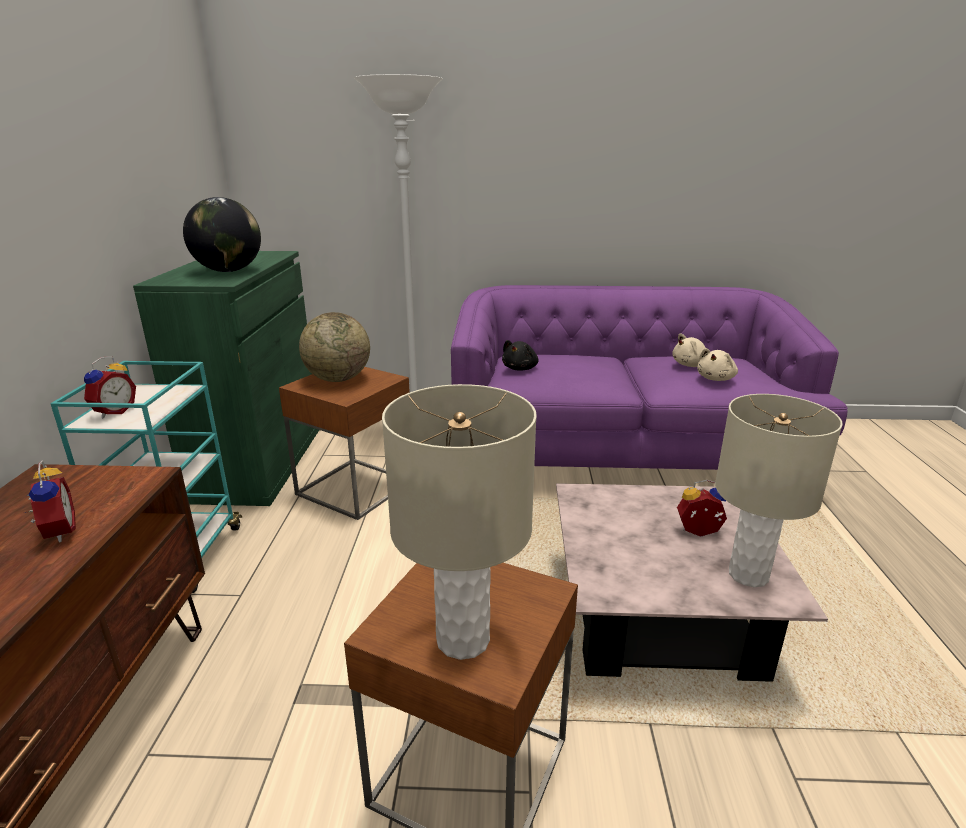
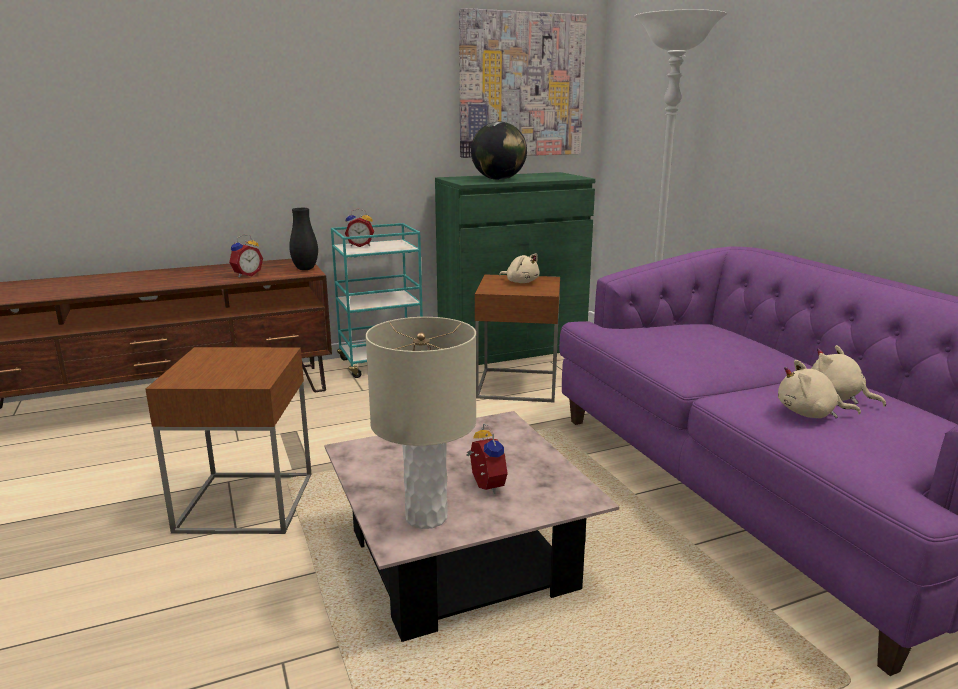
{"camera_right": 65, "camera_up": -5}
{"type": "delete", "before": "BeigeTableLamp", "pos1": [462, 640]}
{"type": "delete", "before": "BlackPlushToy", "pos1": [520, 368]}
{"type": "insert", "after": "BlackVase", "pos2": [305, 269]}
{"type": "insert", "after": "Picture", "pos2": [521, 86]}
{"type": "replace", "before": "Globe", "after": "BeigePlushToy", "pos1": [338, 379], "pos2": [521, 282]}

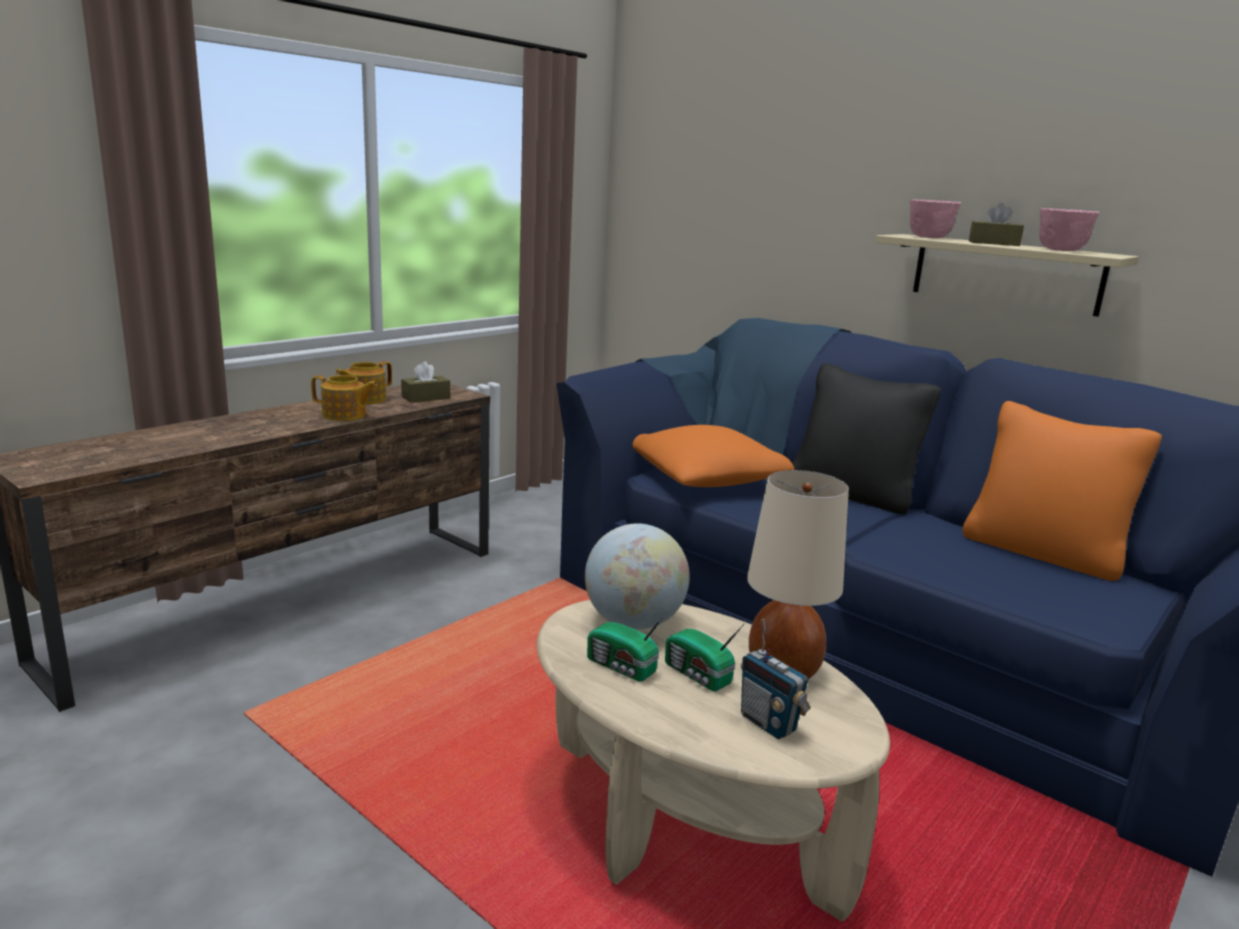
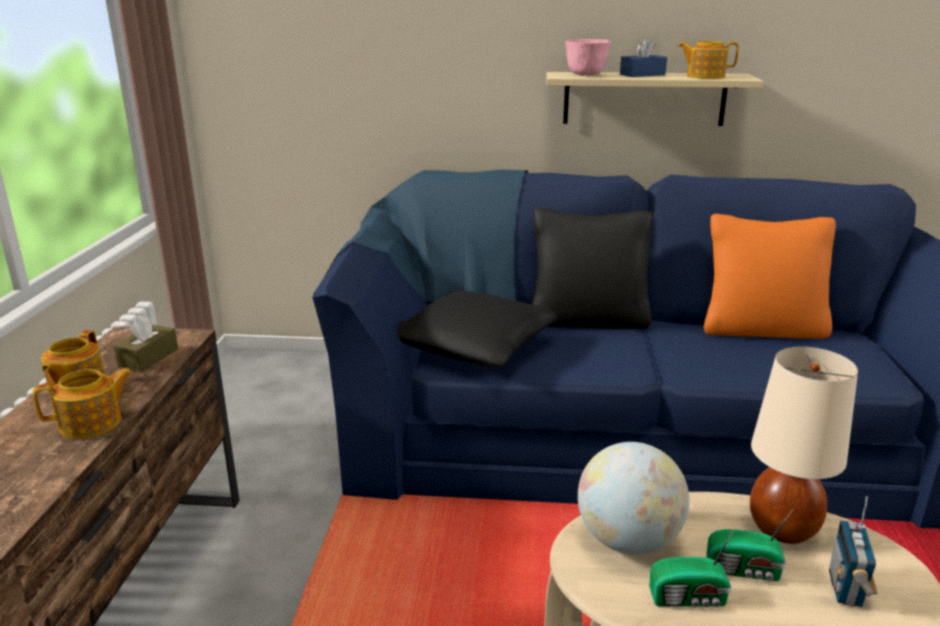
{"camera_right": -35, "camera_up": 5}
{"type": "replace", "before": "PinkBowl", "after": "Teapot", "pos1": [1062, 250], "pos2": [705, 76]}
{"type": "recolor", "before": "OrangePillow", "after": "BlackPillow", "pos1": [706, 478], "pos2": [474, 347]}
{"type": "recolor", "before": "BrownTissueBox", "after": "BlueTissueBox", "pos1": [993, 243], "pos2": [642, 75]}
{"type": "rotate", "before": "Radio", "pos1": [768, 723], "pos2": [846, 589], "turn": 90}

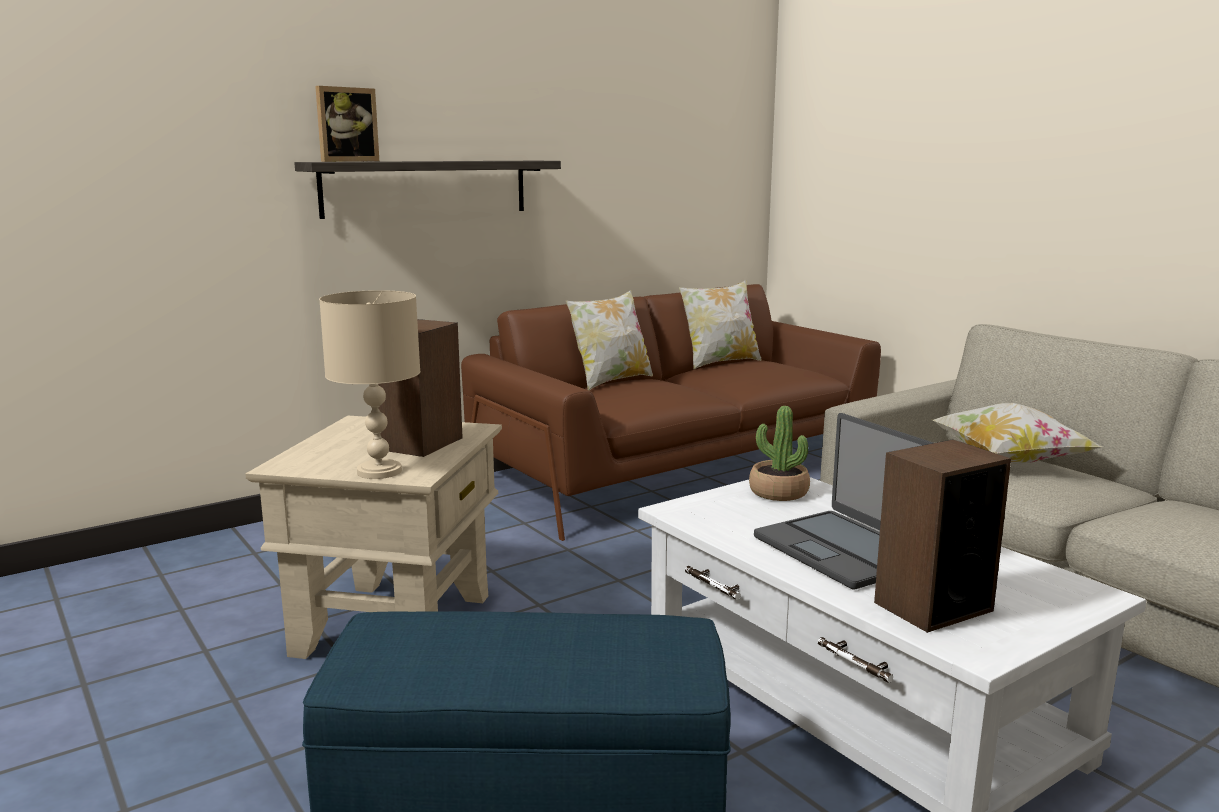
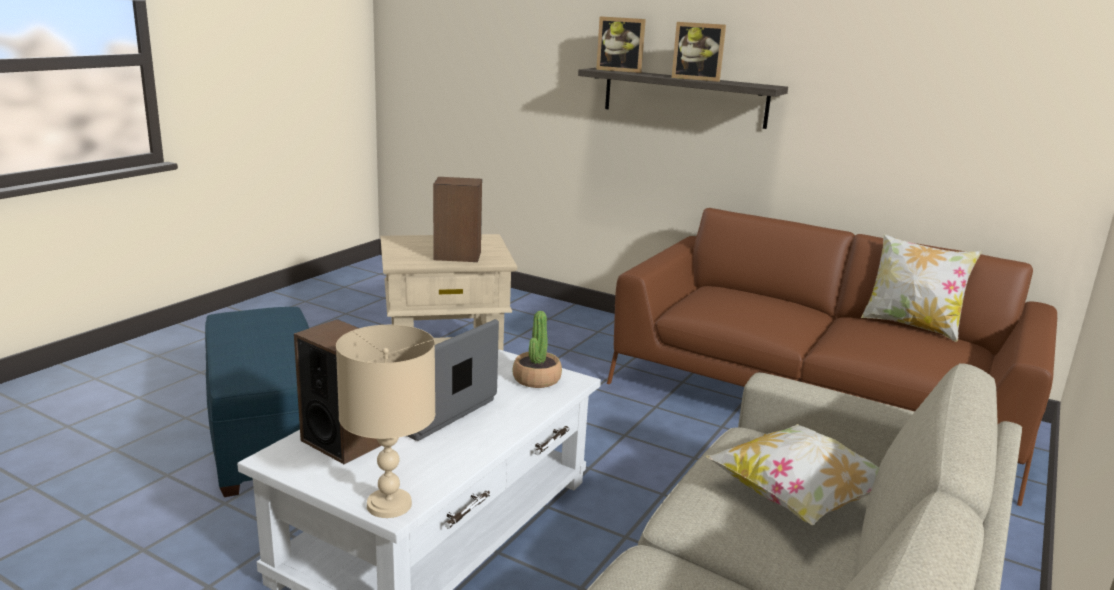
{"camera_right": 65, "camera_up": 5}
{"type": "delete", "before": "Pillow", "pos1": [610, 381]}
{"type": "insert", "after": "PictureFrame", "pos2": [696, 79]}
{"type": "move", "before": "BeigeTableLamp", "pos1": [379, 471], "pos2": [390, 504]}

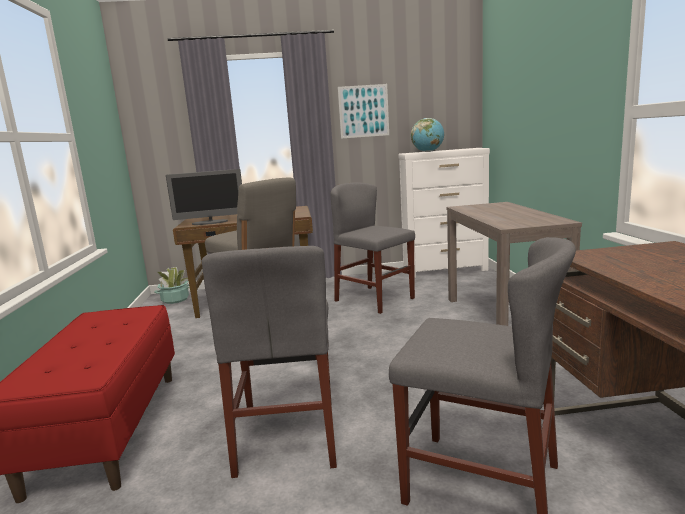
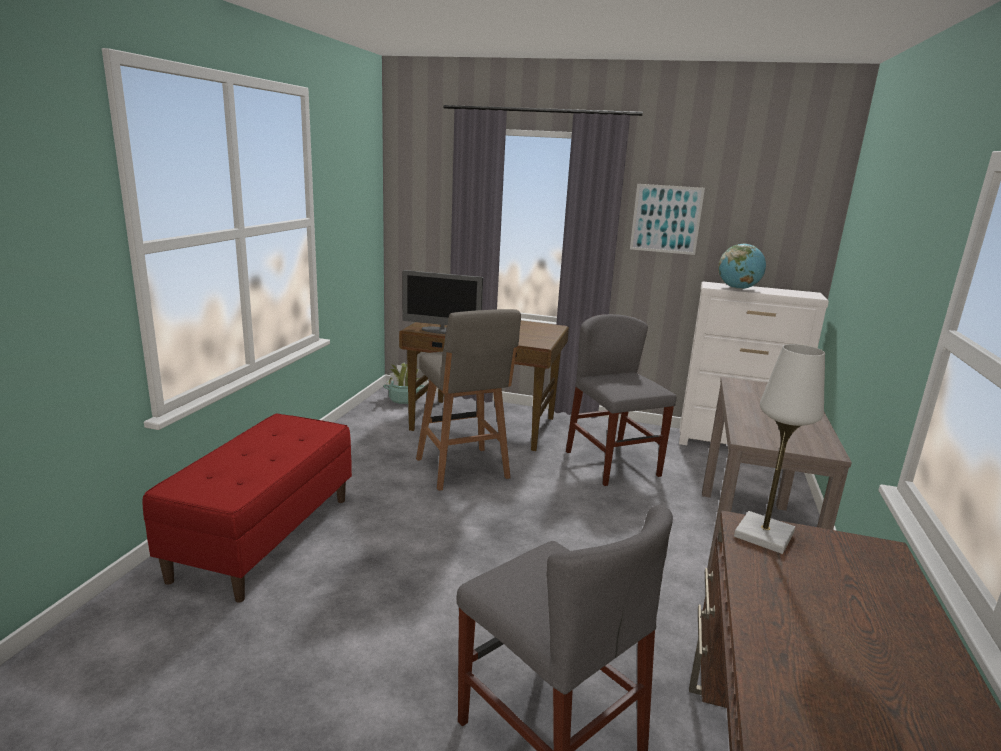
{"camera_right": 20, "camera_up": 5}
{"type": "delete", "before": "GreyChair", "pos1": [287, 436]}
{"type": "insert", "after": "WhiteTableLamp", "pos2": [764, 535]}

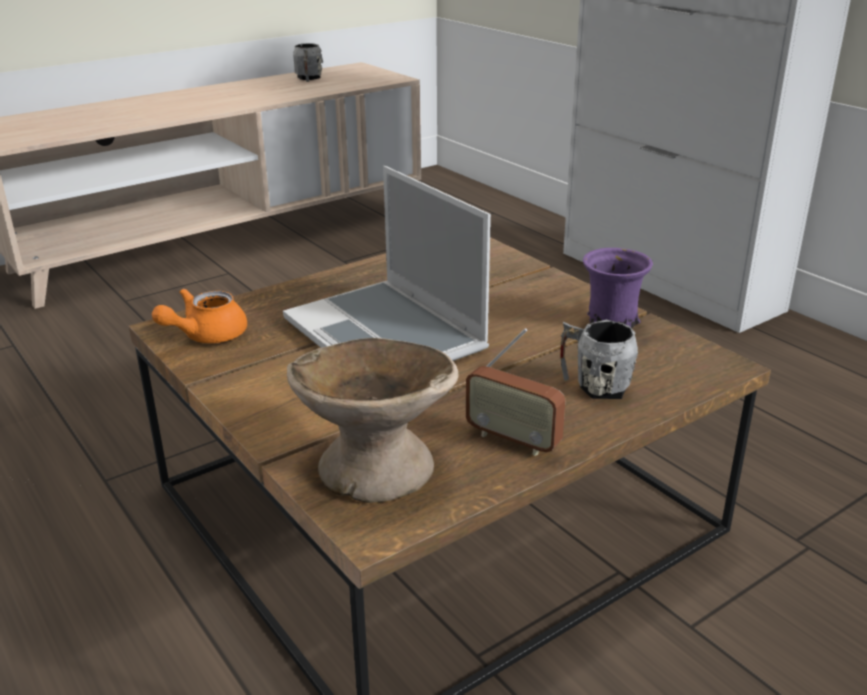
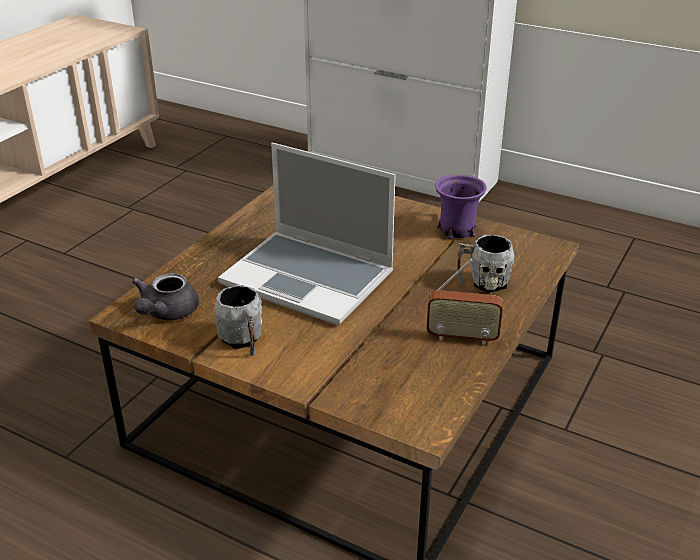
{"camera_right": -25, "camera_up": 5}
{"type": "delete", "before": "BeigeBowl", "pos1": [376, 468]}
{"type": "move", "before": "GreyMug", "pos1": [308, 78], "pos2": [243, 341]}
{"type": "recolor", "before": "OrangeTeapot", "after": "GreyTeapot", "pos1": [206, 336], "pos2": [166, 313]}

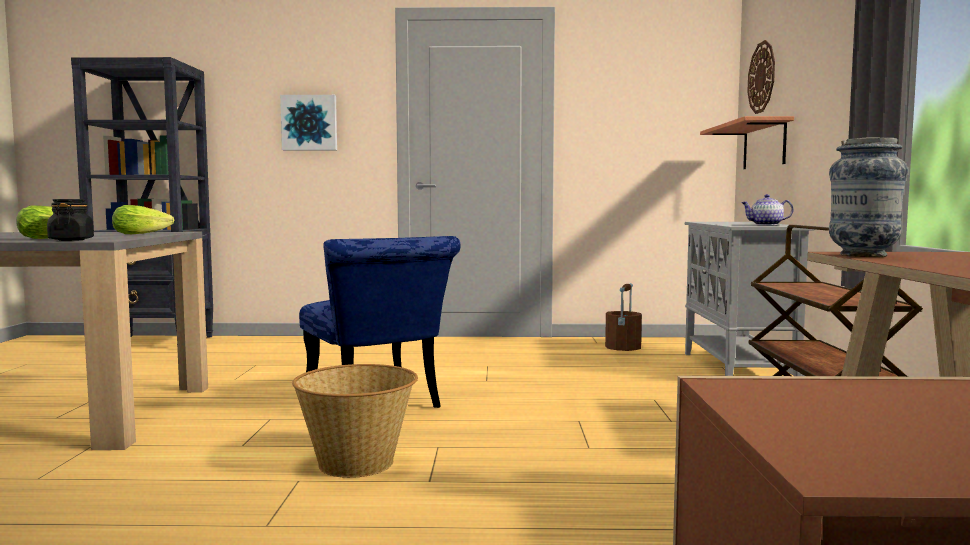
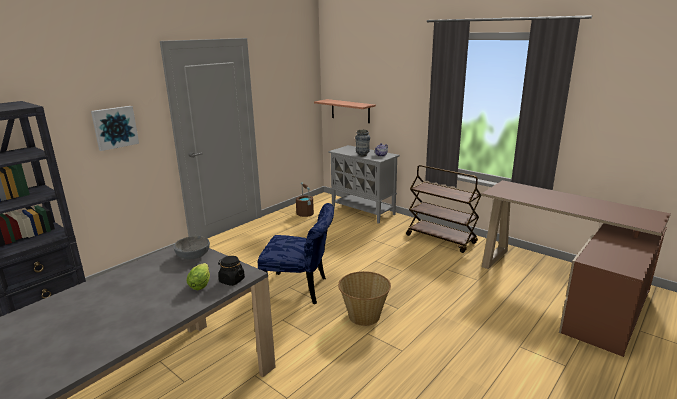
{"camera_right": -50, "camera_up": 15}
{"type": "delete", "before": "WallClock", "pos1": [762, 77]}
{"type": "move", "before": "Vase", "pos1": [862, 255], "pos2": [362, 155]}
{"type": "replace", "before": "Lettuce", "after": "GreyBowl", "pos1": [144, 234], "pos2": [192, 256]}

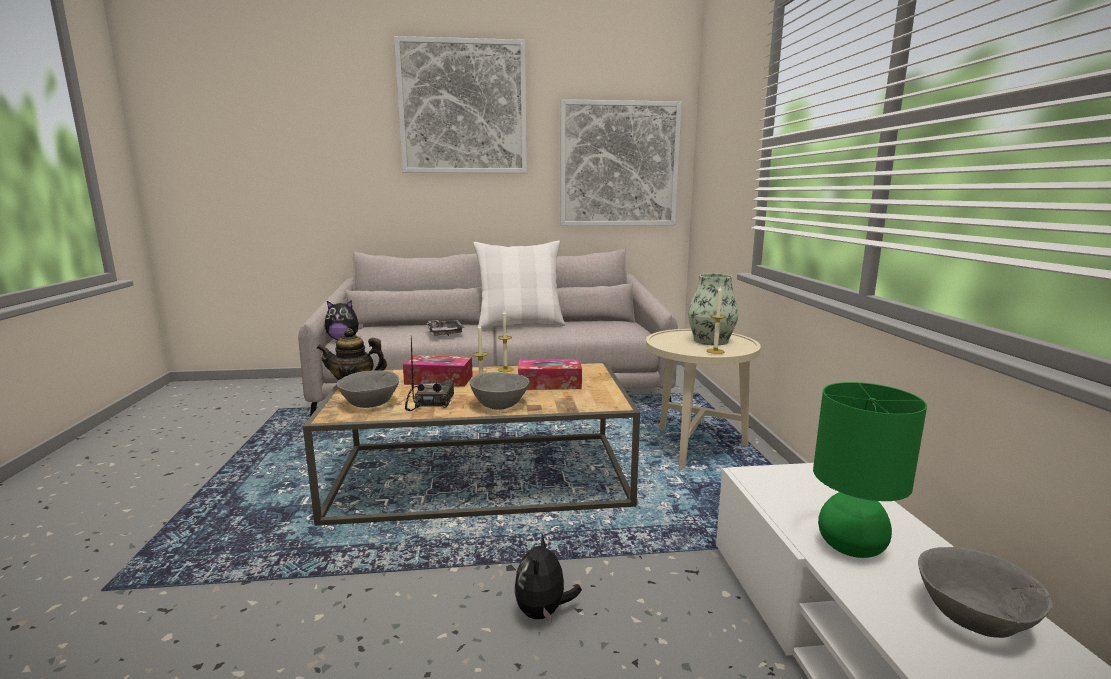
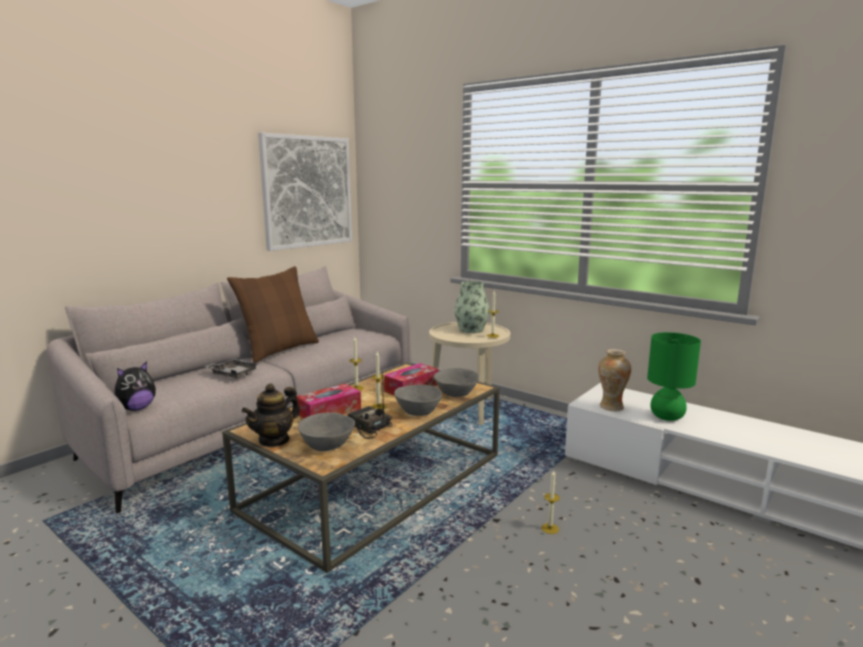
{"camera_right": -45, "camera_up": 0}
{"type": "delete", "before": "Picture", "pos1": [463, 108]}
{"type": "insert", "after": "Vase", "pos2": [611, 407]}
{"type": "move", "before": "GreyBowl", "pos1": [971, 617], "pos2": [455, 393]}
{"type": "replace", "before": "PlushToy", "after": "Candle", "pos1": [543, 612], "pos2": [550, 528]}
{"type": "recolor", "before": "WhitePillow", "after": "BrownPillow", "pos1": [520, 324], "pos2": [279, 350]}

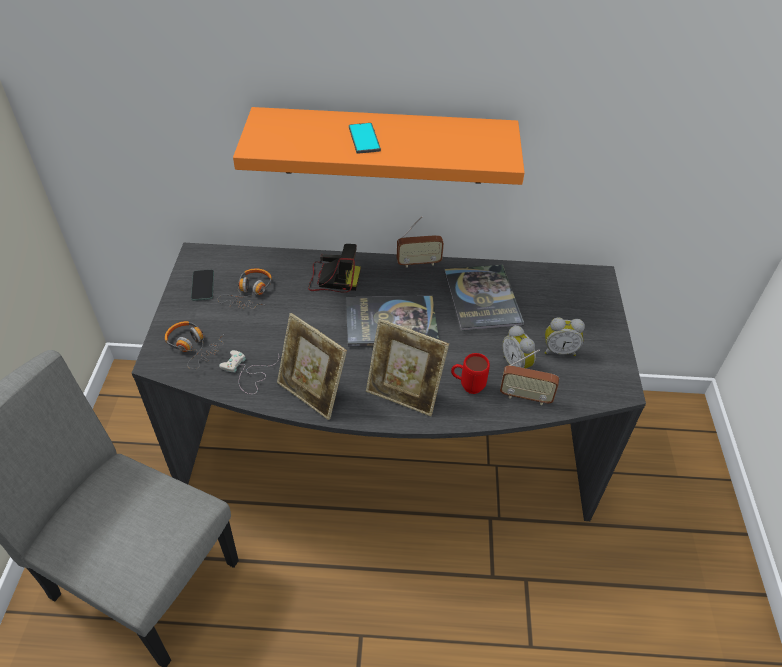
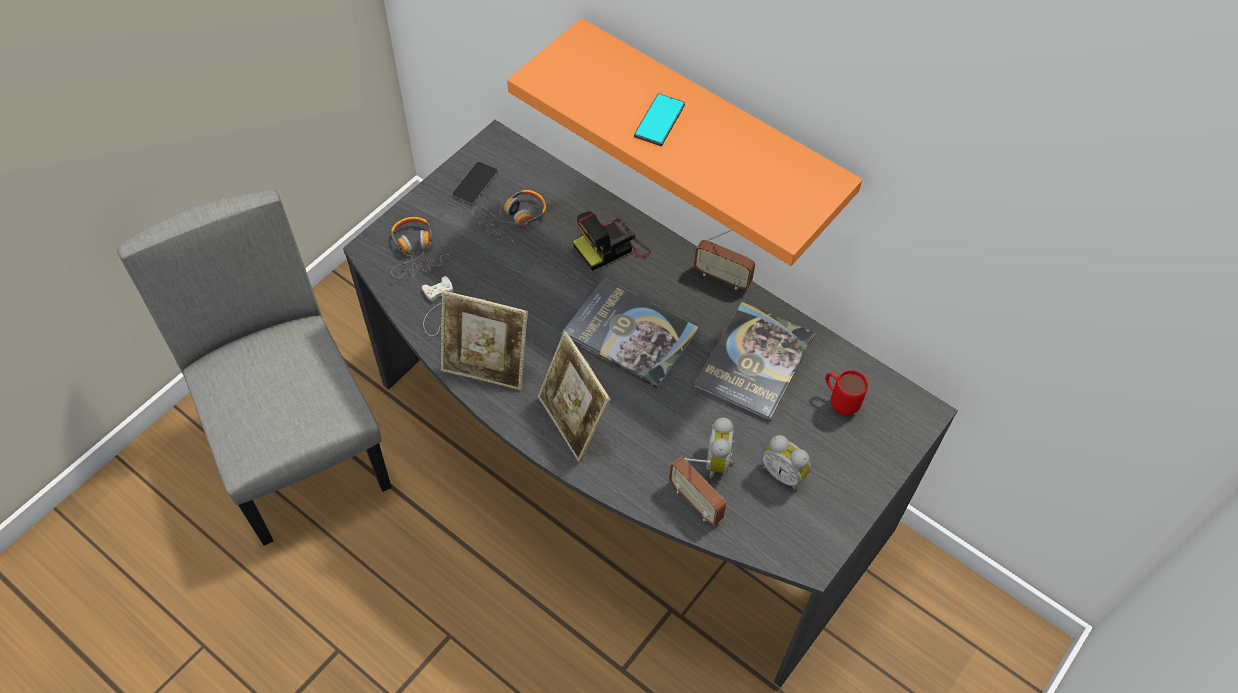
{"camera_right": 35, "camera_up": 10}
{"type": "move", "before": "RedMug", "pos1": [467, 386], "pos2": [839, 402]}
{"type": "rotate", "before": "PictureFrame", "pos1": [312, 393], "pos2": [486, 367], "turn": -60}
{"type": "rotate", "before": "PhotoCamera", "pos1": [332, 279], "pos2": [611, 247], "turn": 105}

